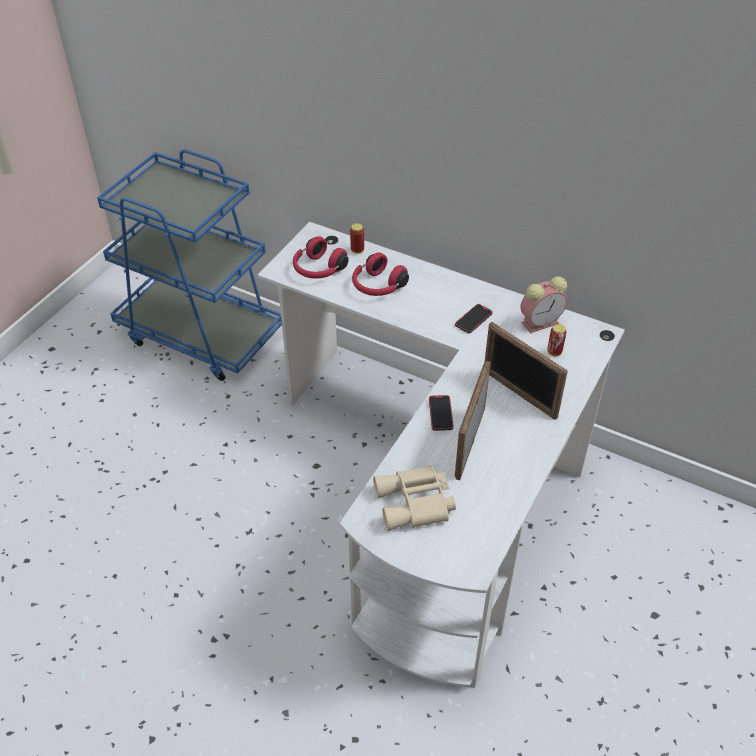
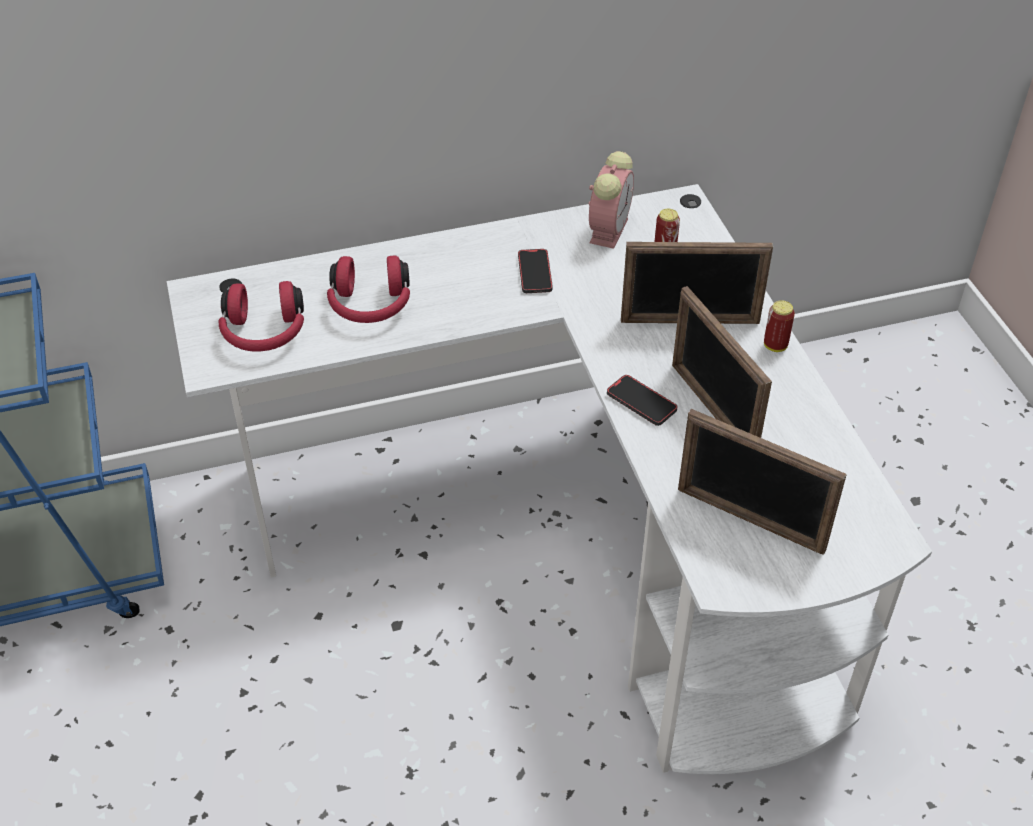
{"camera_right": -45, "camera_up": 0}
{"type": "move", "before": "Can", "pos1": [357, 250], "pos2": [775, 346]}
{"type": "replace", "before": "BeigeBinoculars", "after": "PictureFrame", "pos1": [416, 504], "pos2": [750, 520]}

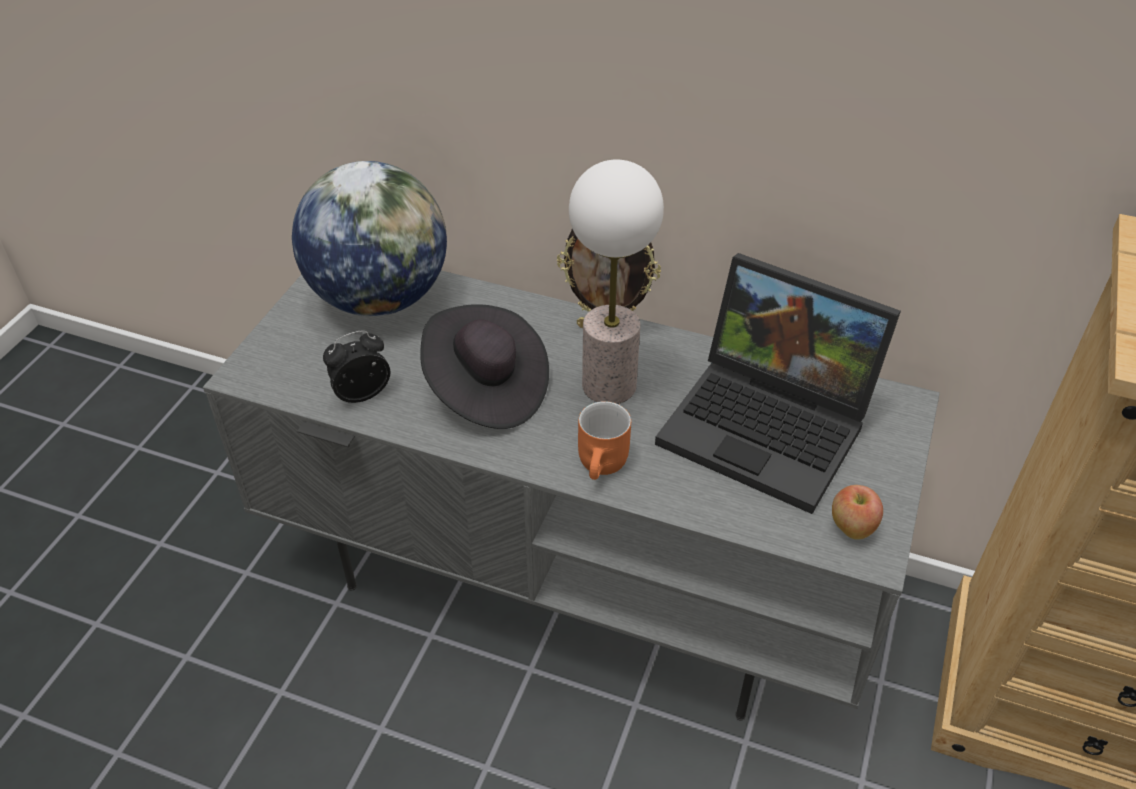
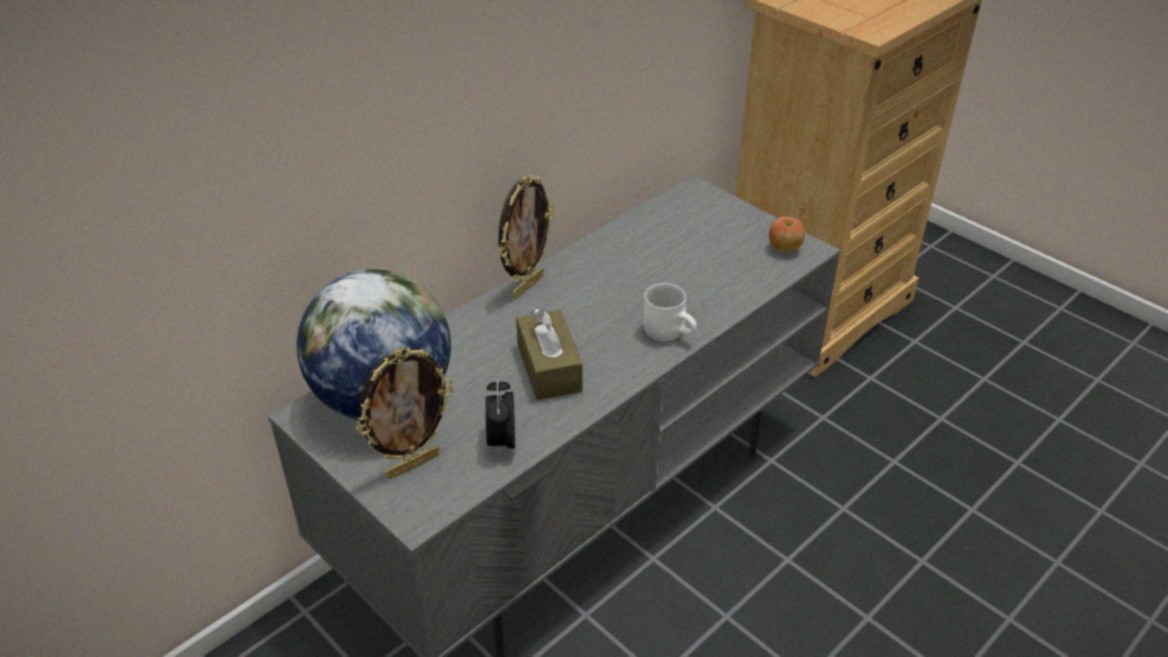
{"camera_right": -65, "camera_up": -5}
{"type": "delete", "before": "TableLamp", "pos1": [610, 385]}
{"type": "delete", "before": "Laptop", "pos1": [771, 426]}
{"type": "insert", "after": "PictureFrame", "pos2": [412, 464]}
{"type": "replace", "before": "BlackHat", "after": "BrownTissueBox", "pos1": [486, 389], "pos2": [549, 368]}
{"type": "recolor", "before": "OrangeMug", "after": "WhiteMug", "pos1": [605, 465], "pos2": [670, 332]}

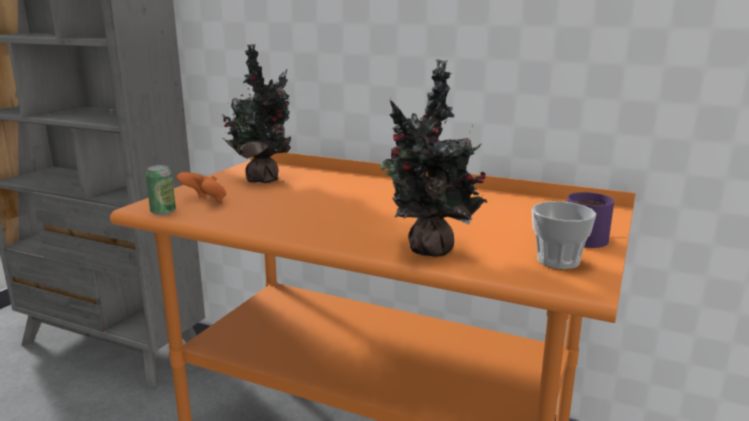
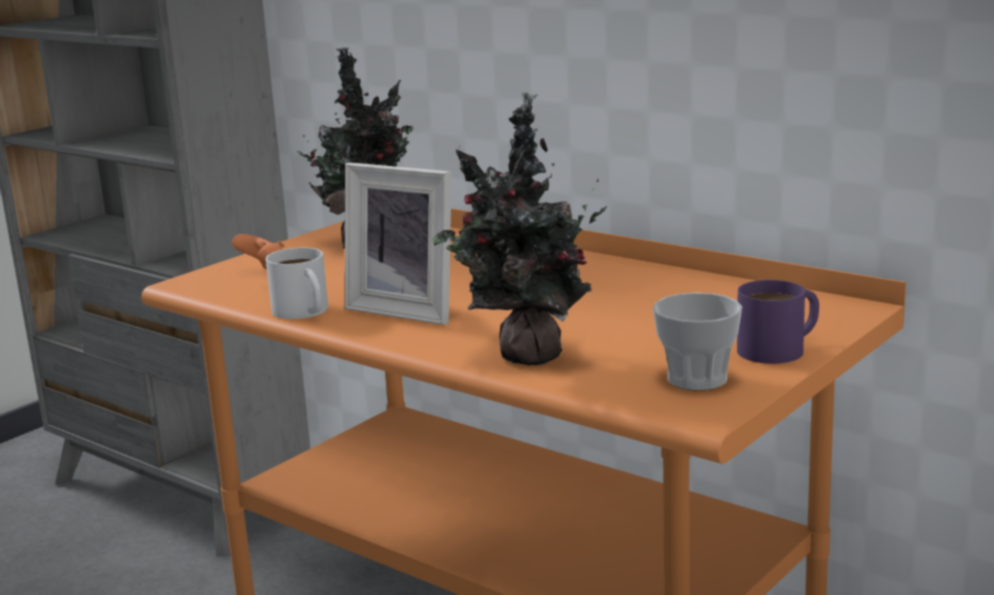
{"camera_right": 15, "camera_up": 0}
{"type": "delete", "before": "Can", "pos1": [163, 212]}
{"type": "insert", "after": "WhiteMug", "pos2": [304, 312]}
{"type": "insert", "after": "PictureFrame", "pos2": [408, 309]}

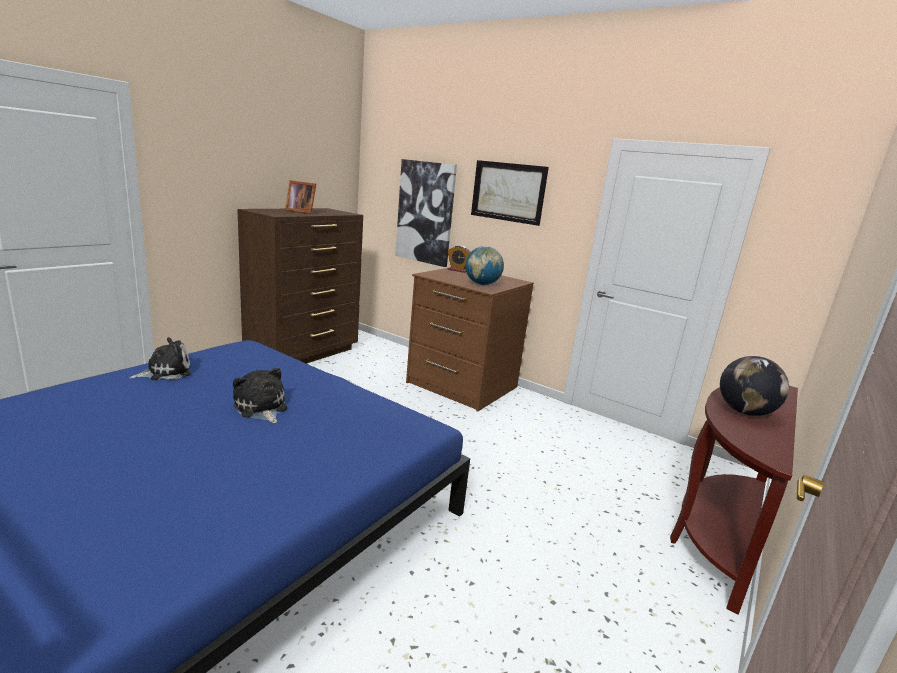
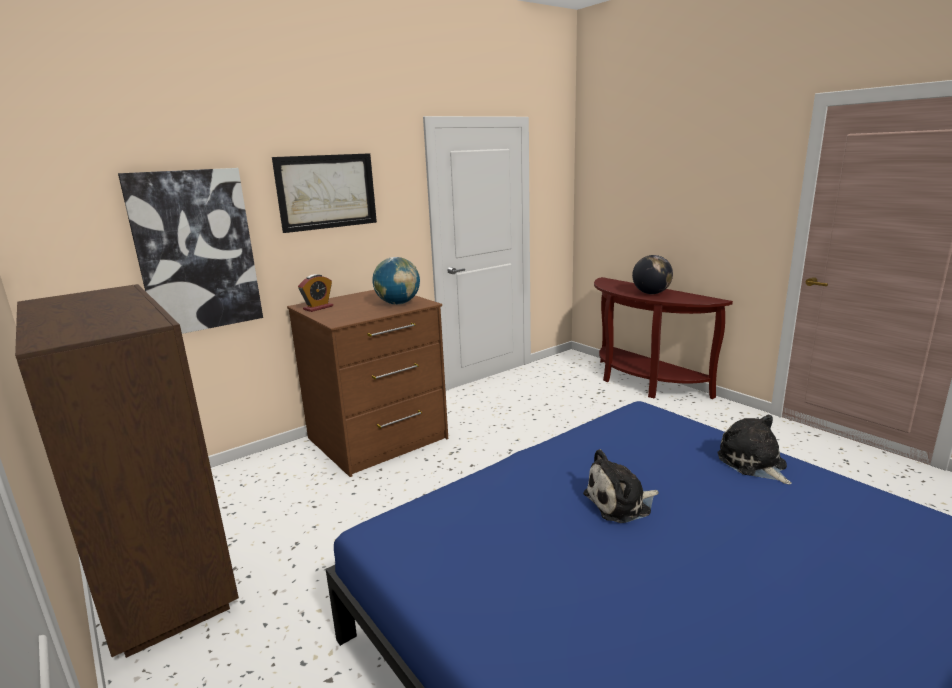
{"camera_right": -70, "camera_up": 0}
{"type": "delete", "before": "PictureFrame", "pos1": [300, 211]}
{"type": "move", "before": "PlushToy", "pos1": [166, 372], "pos2": [753, 464]}

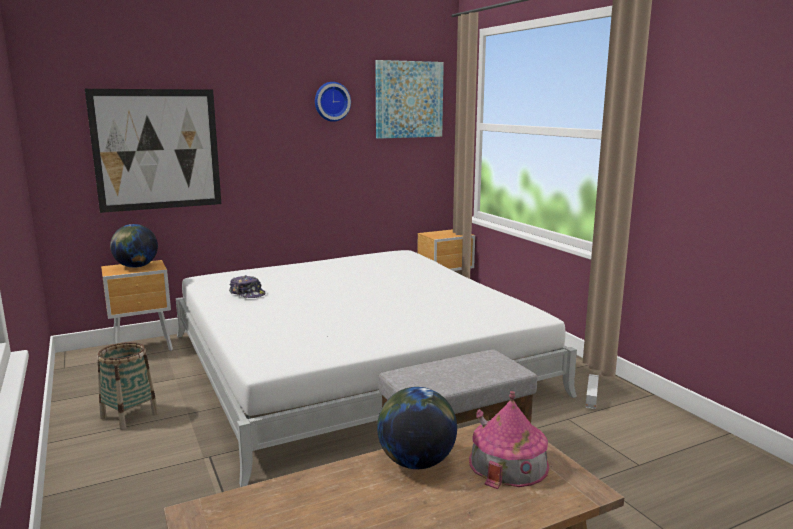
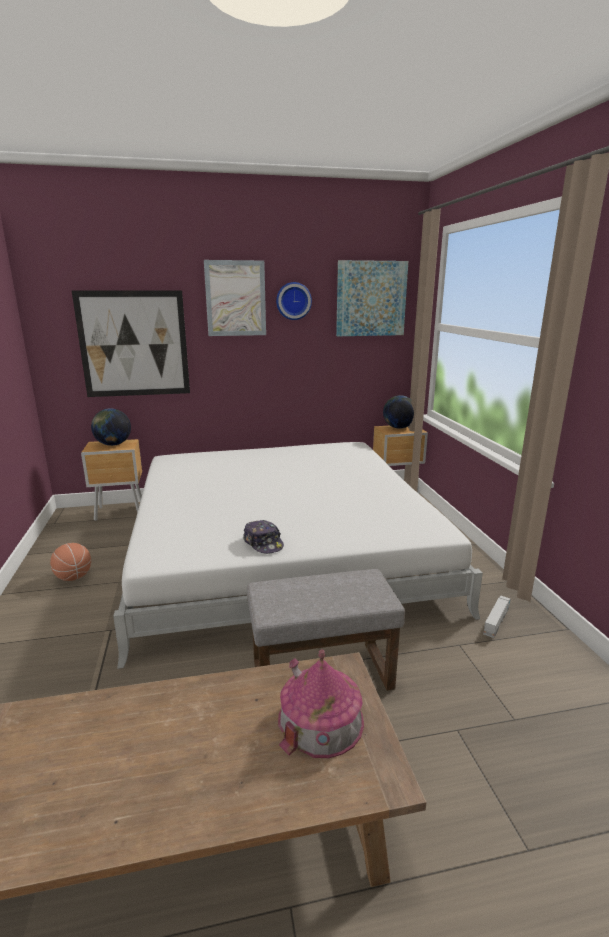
{"camera_right": 15, "camera_up": 5}
{"type": "insert", "after": "Picture", "pos2": [235, 298]}
{"type": "move", "before": "Cap", "pos1": [247, 293], "pos2": [263, 543]}
{"type": "move", "before": "Globe", "pos1": [416, 462], "pos2": [398, 427]}
{"type": "replace", "before": "Basket", "after": "Basketball", "pos1": [129, 416], "pos2": [73, 577]}

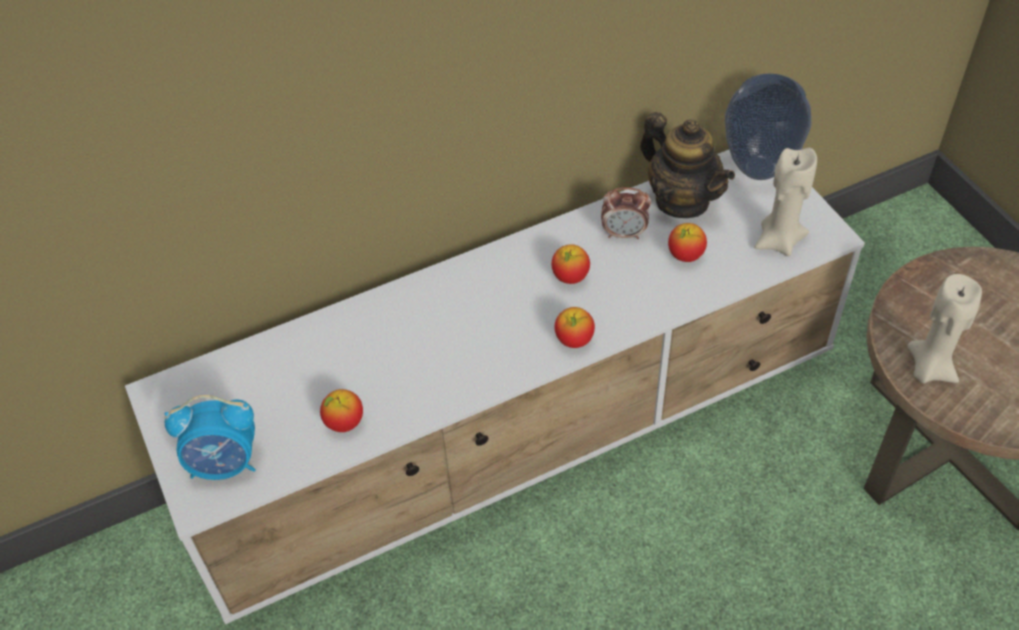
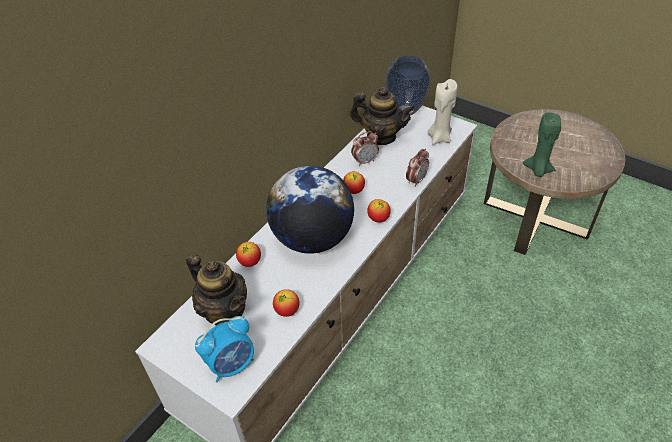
{"camera_right": -30, "camera_up": -5}
{"type": "insert", "after": "Teapot", "pos2": [224, 310]}
{"type": "insert", "after": "Globe", "pos2": [312, 239]}
{"type": "insert", "after": "AlarmClock", "pos2": [416, 180]}
{"type": "move", "before": "Apple", "pos1": [685, 255], "pos2": [250, 262]}
{"type": "recolor", "before": "BeigeCandle", "after": "GreenCandle", "pos1": [929, 369], "pos2": [538, 170]}

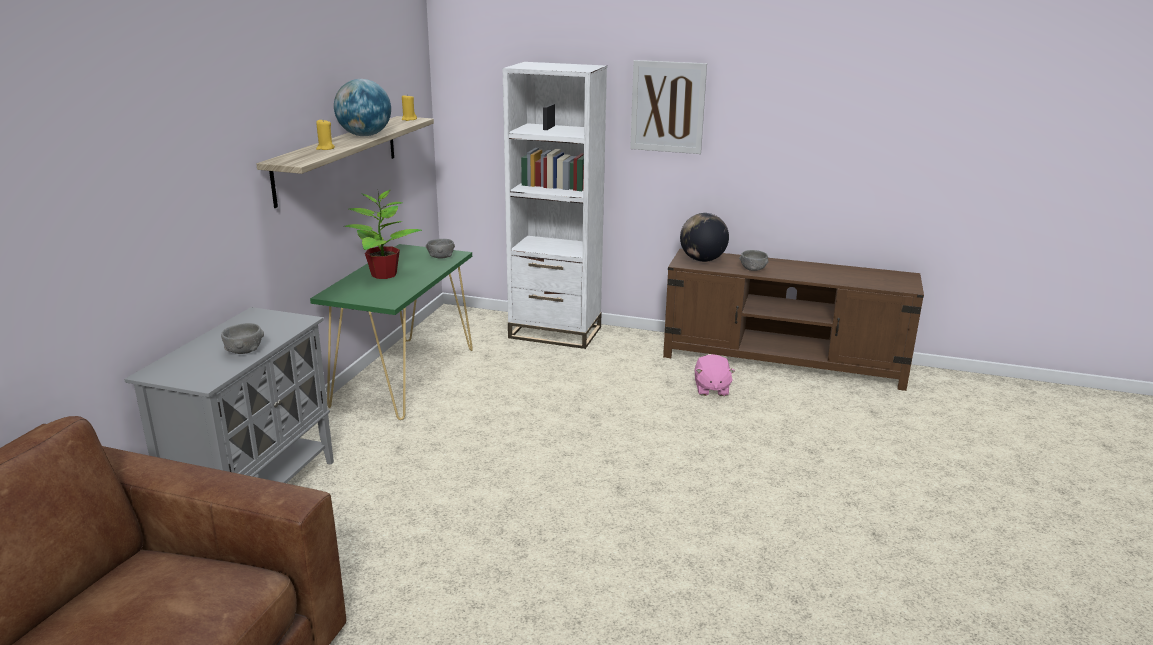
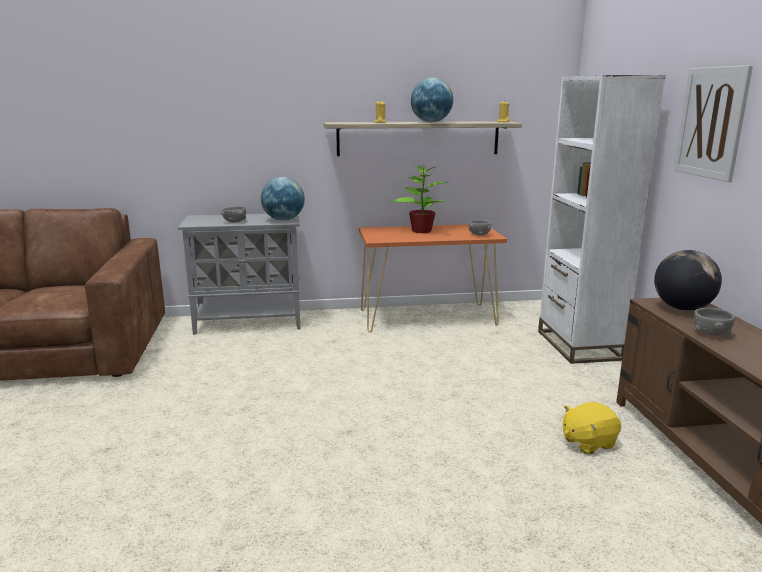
{"camera_right": 65, "camera_up": -5}
{"type": "insert", "after": "Globe", "pos2": [283, 220]}
{"type": "recolor", "before": "GreenConsoleTable", "after": "OrangeConsoleTable", "pos1": [405, 376], "pos2": [428, 317]}
{"type": "recolor", "before": "PinkPlushToy", "after": "YellowPlushToy", "pos1": [711, 389], "pos2": [587, 442]}

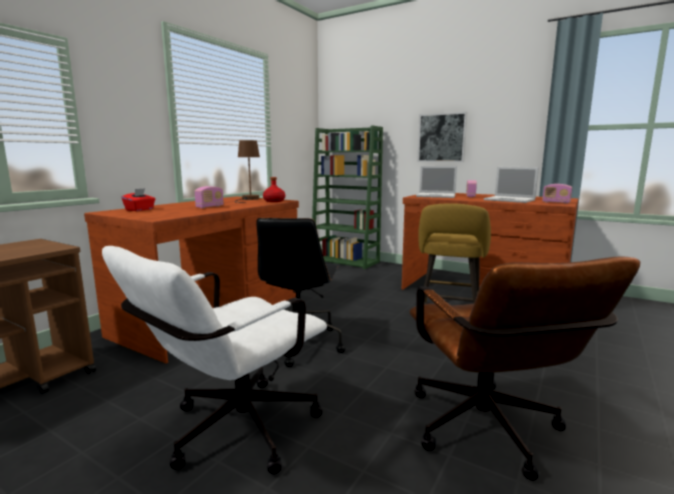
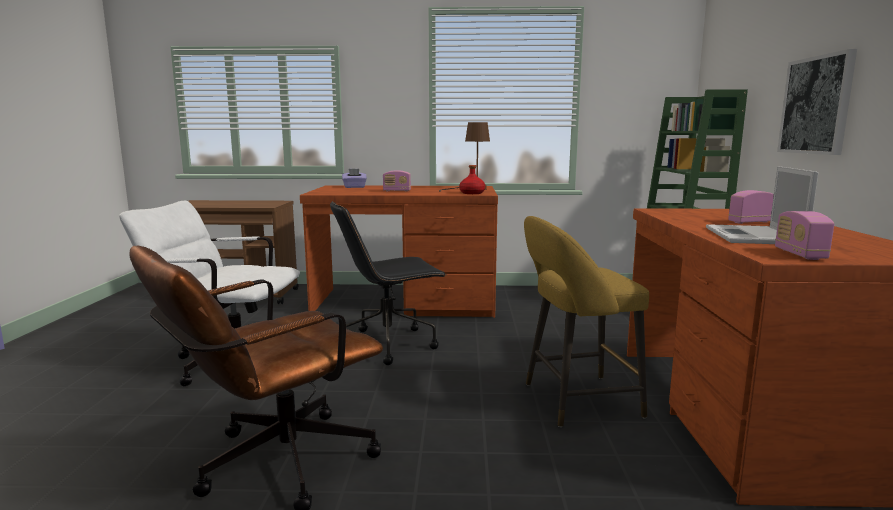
{"camera_right": 60, "camera_up": 0}
{"type": "delete", "before": "Laptop", "pos1": [437, 196]}
{"type": "recolor", "before": "RedTissueBox", "after": "PurpleTissueBox", "pos1": [140, 210], "pos2": [354, 187]}

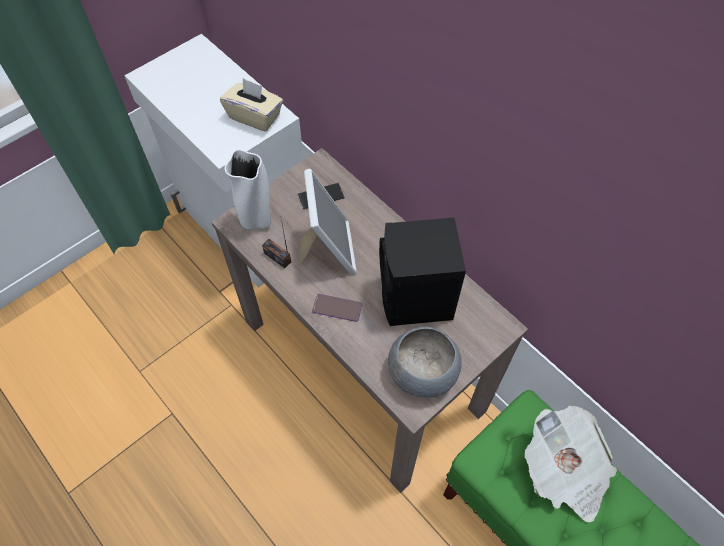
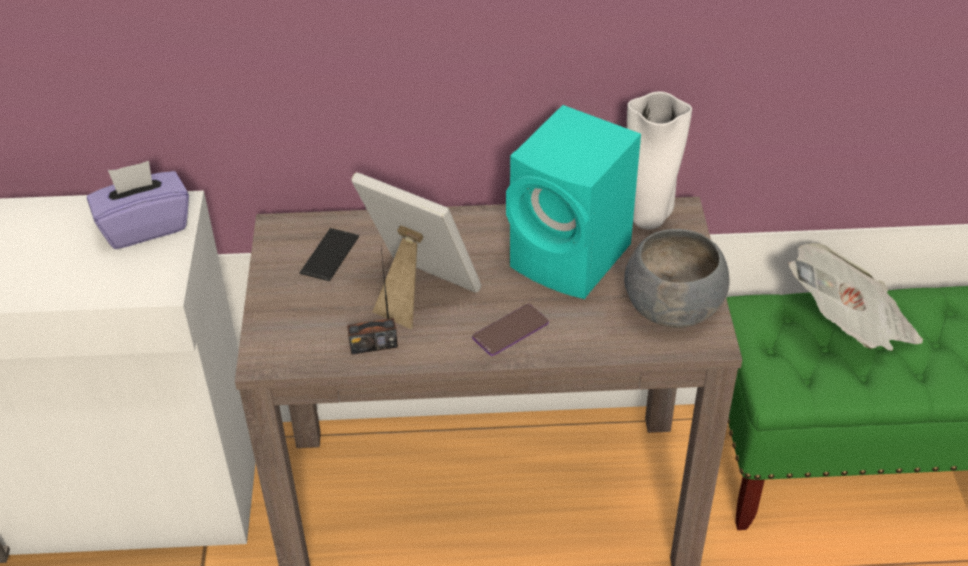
{"camera_right": -50, "camera_up": -15}
{"type": "move", "before": "WhiteVase", "pos1": [257, 221], "pos2": [647, 218]}
{"type": "recolor", "before": "BeigeTissueBox", "after": "PurpleTissueBox", "pos1": [255, 116], "pos2": [145, 226]}
{"type": "recolor", "before": "BlackSpeaker", "after": "TurquoiseSpeaker", "pos1": [416, 300], "pos2": [573, 259]}

